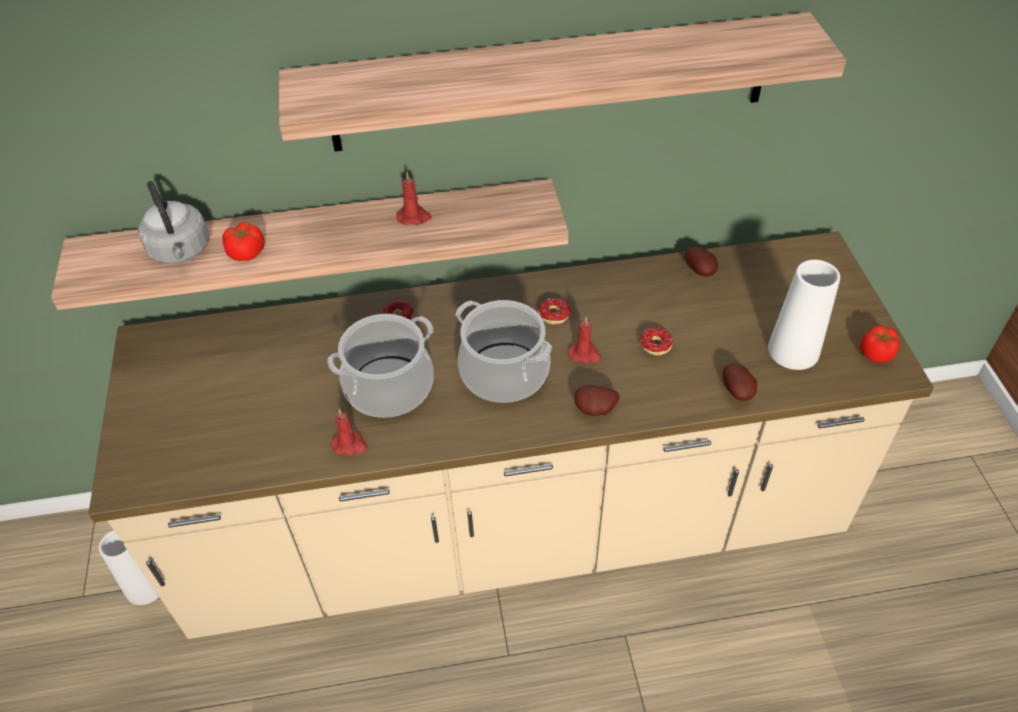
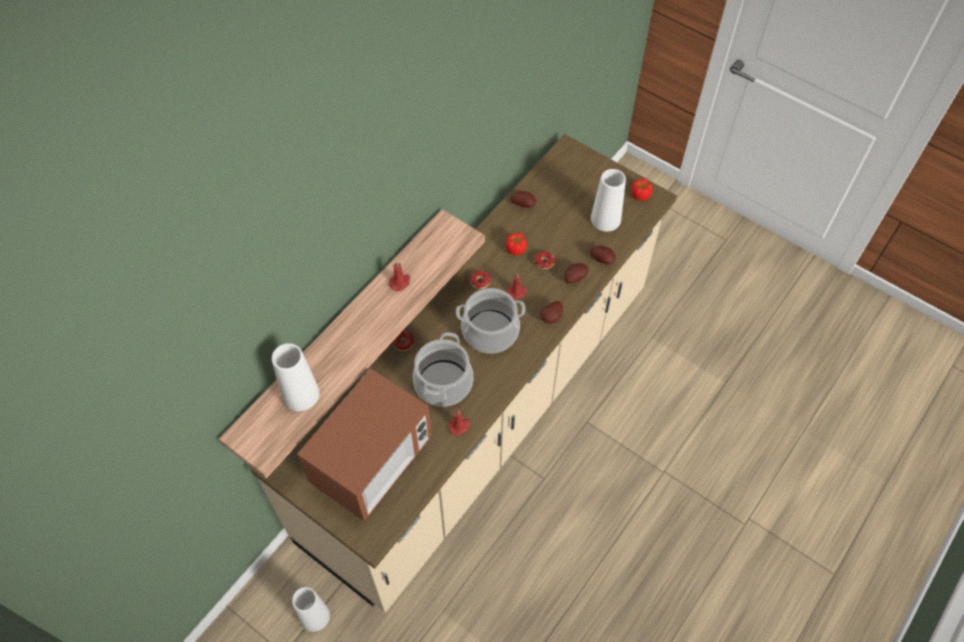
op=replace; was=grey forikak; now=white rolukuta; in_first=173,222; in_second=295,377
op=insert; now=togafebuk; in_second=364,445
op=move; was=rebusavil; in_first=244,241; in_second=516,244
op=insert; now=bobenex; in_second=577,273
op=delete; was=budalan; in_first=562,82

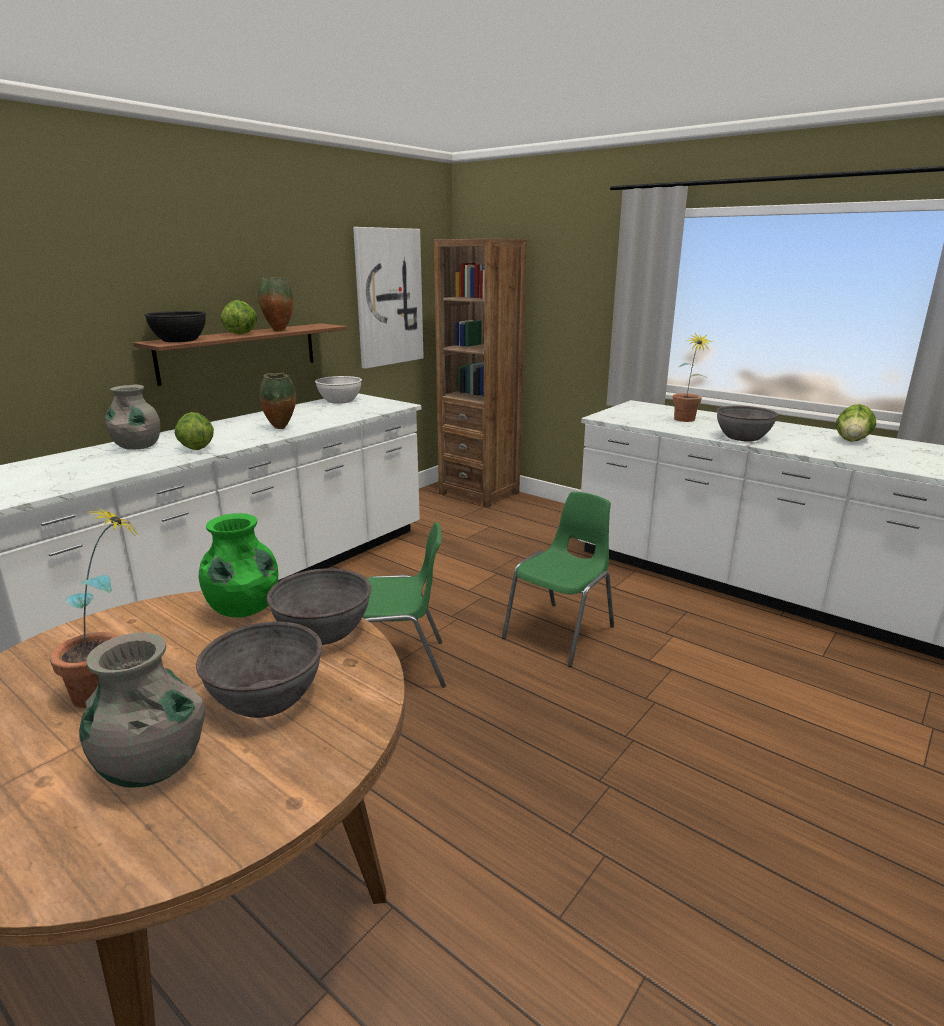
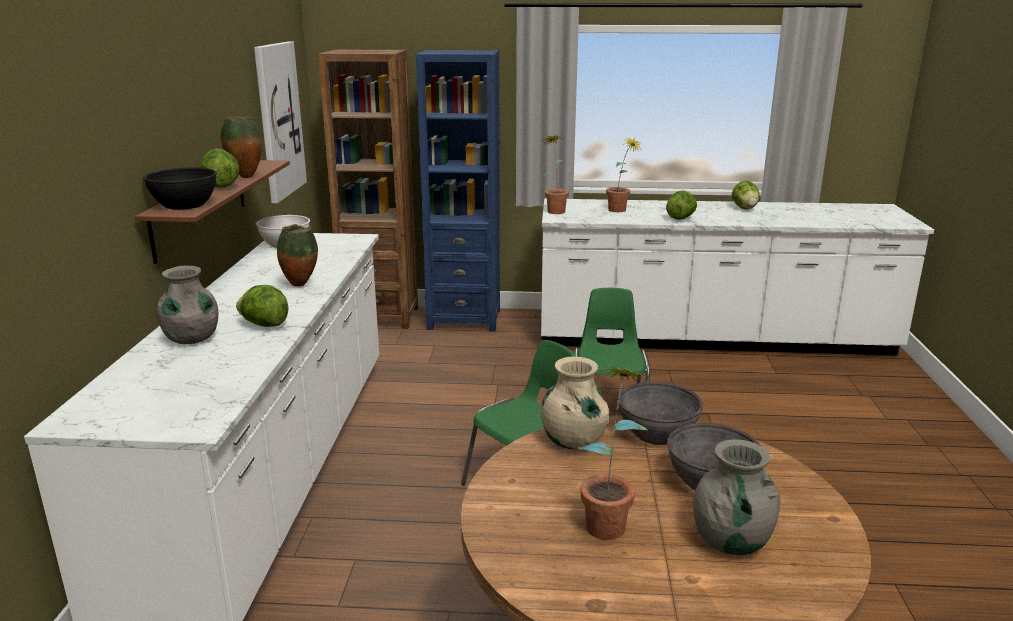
op=insert; now=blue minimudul; in_second=458,190
op=recolor; was=green rolukuta; now=beige rolukuta; in_first=238,565; in_second=575,403
op=insert; now=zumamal; in_second=555,174
op=replace; was=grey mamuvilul; now=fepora; in_first=747,423; in_second=681,205

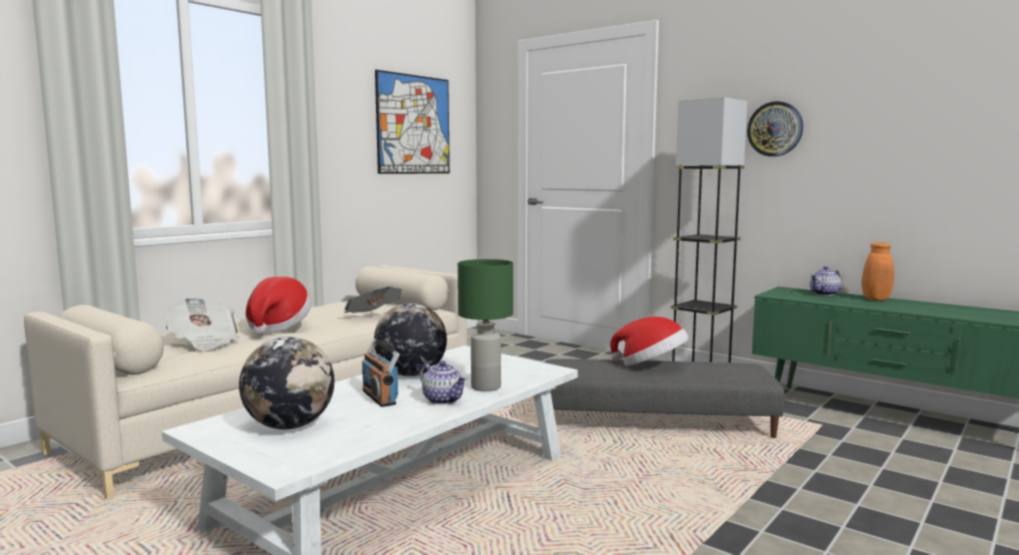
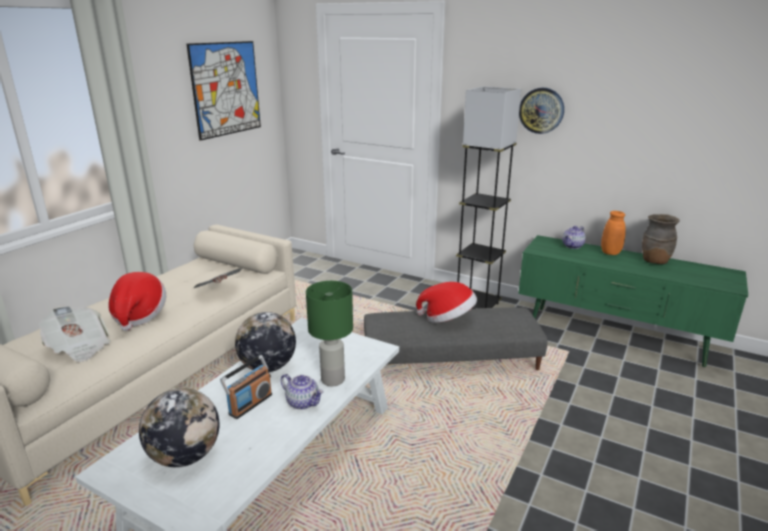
op=rotate; was=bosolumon; in_first=381,373; in_second=246,387; clockwise=-105
op=insert; now=brown rolukuta; in_second=660,239

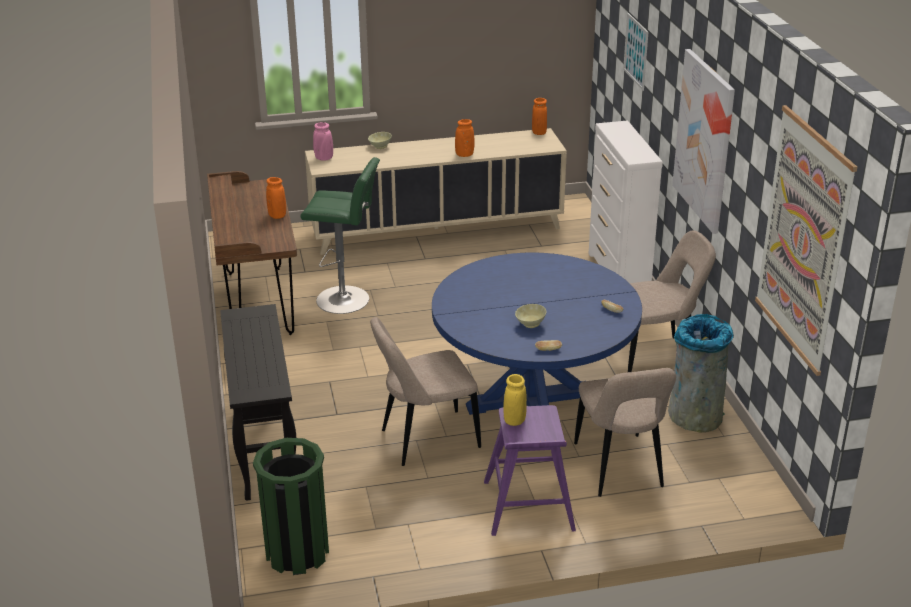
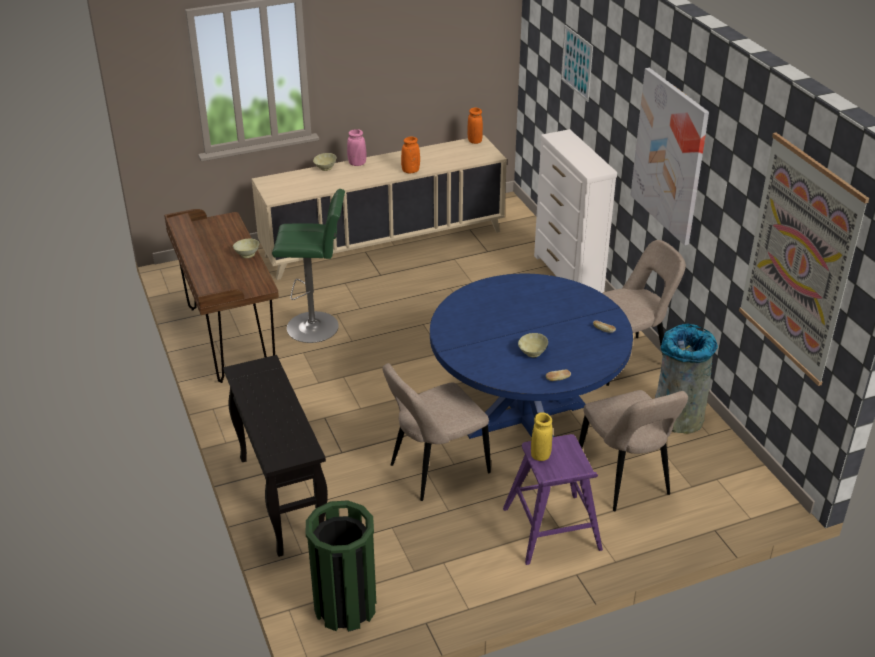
op=replace; was=orange rolukuta; now=beige mamuvilul; in_first=276,198; in_second=246,248
op=move; was=pink rolukuta; in_first=323,141; in_second=356,147

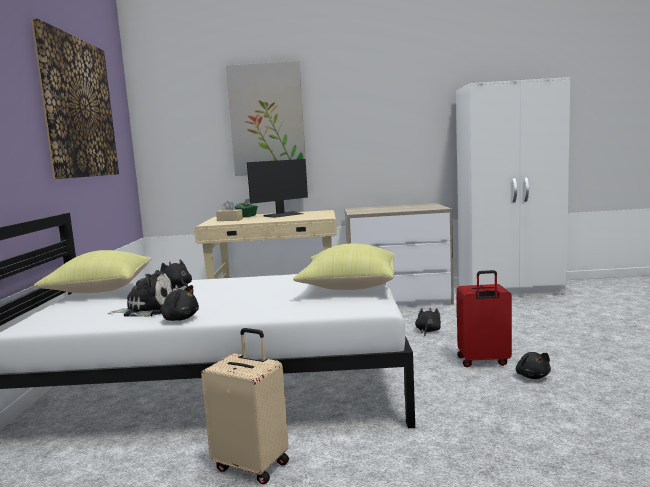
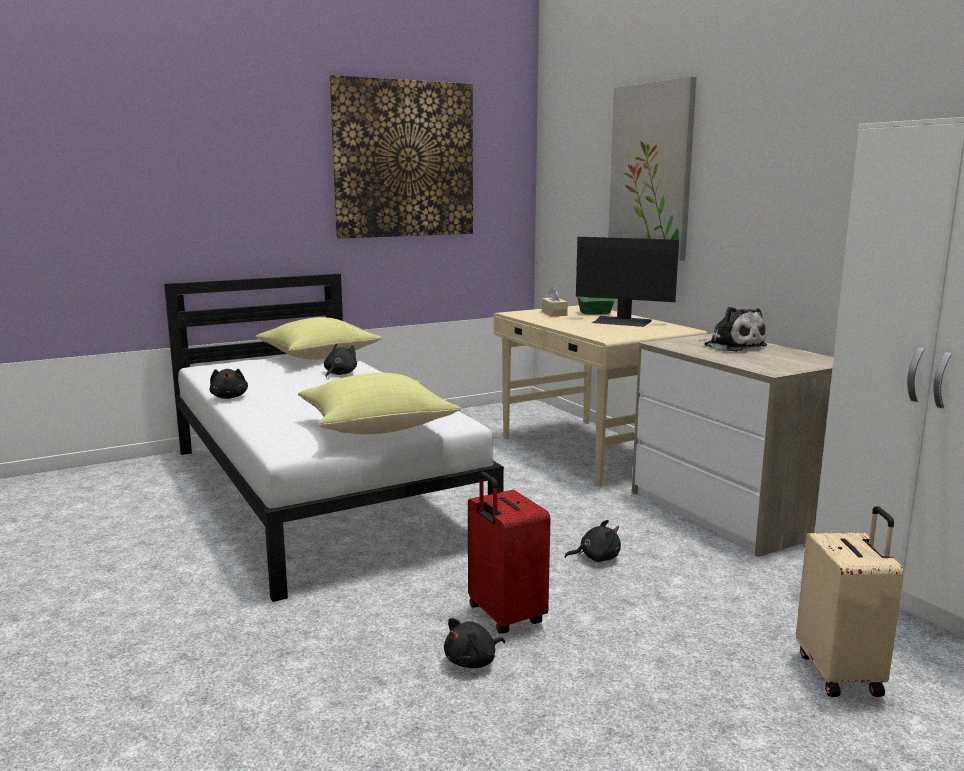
op=move; was=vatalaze; in_first=140,293; in_second=733,329
op=move; was=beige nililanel; in_first=245,406; in_second=850,601

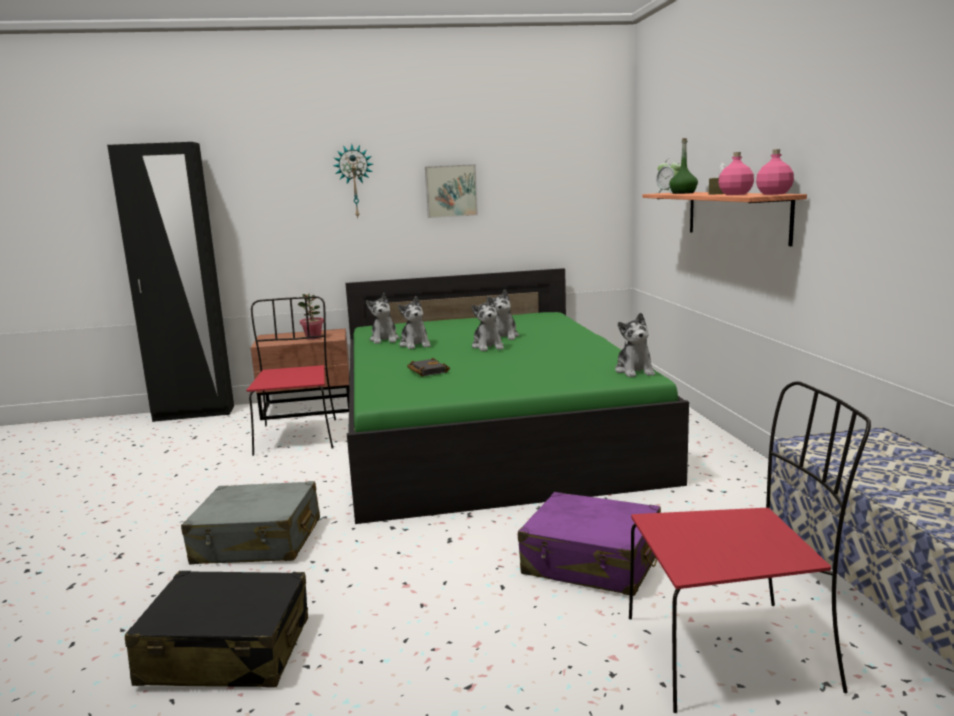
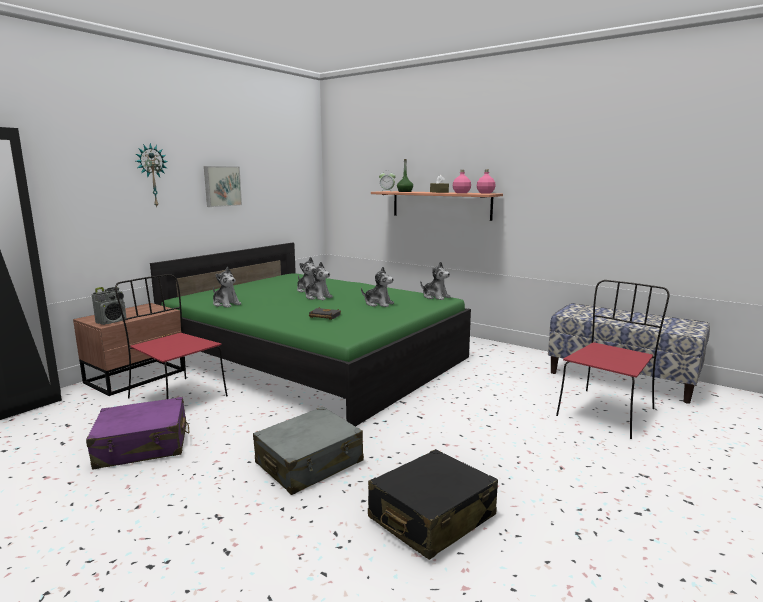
op=move; was=purple nililanel; in_first=589,544; in_second=137,433
op=insert; now=bosolumon; in_second=109,306
op=move; was=vatalaze; in_first=414,322; in_second=377,287
op=delete; was=zumamal; in_first=311,317

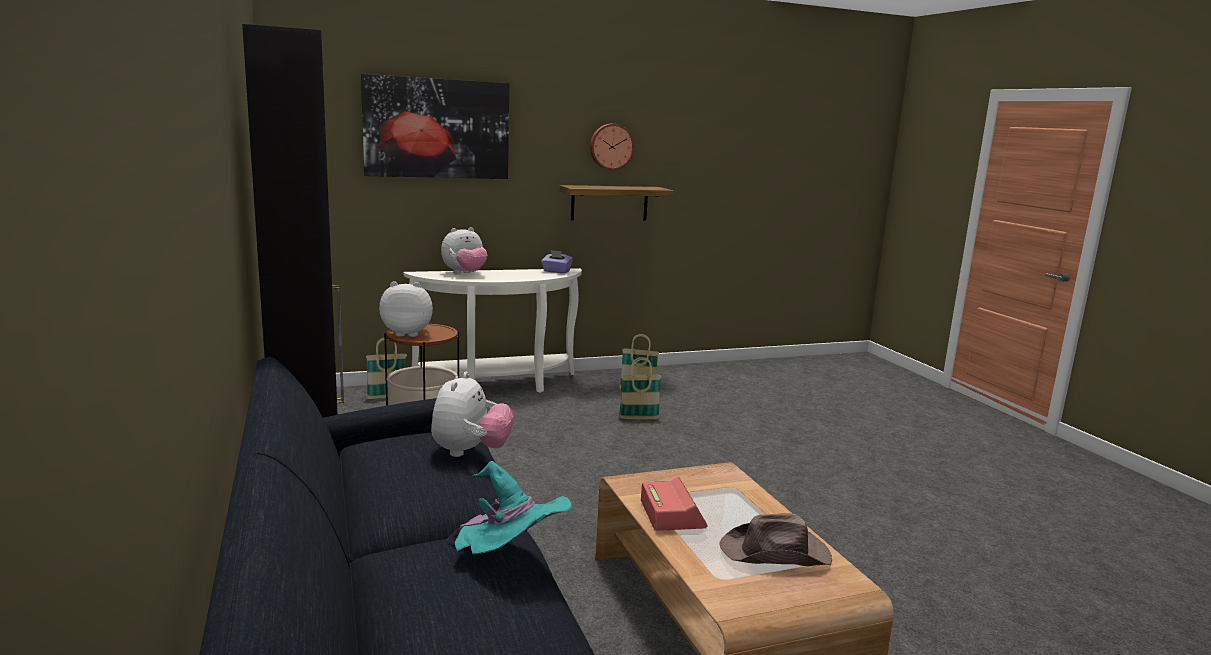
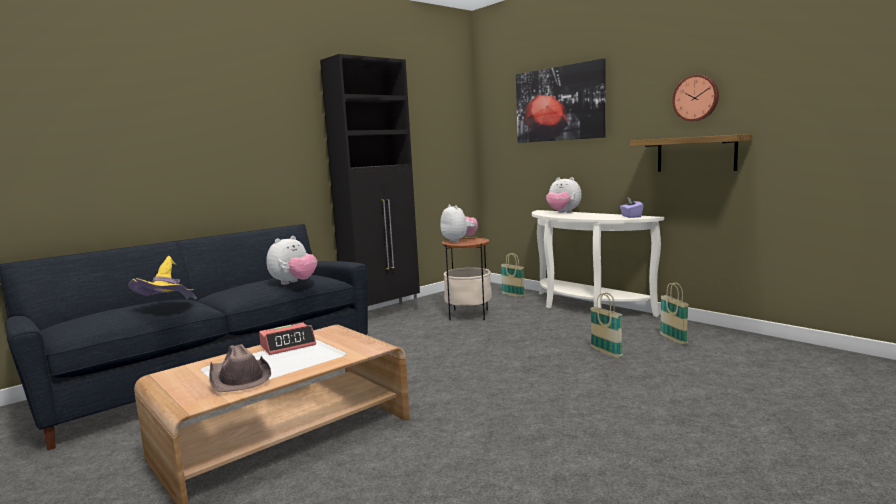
op=recolor; was=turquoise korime; now=yellow korime; in_first=509,508; in_second=162,278
op=rotate; was=vatalaze; in_first=472,414; in_second=291,260; clockwise=-45

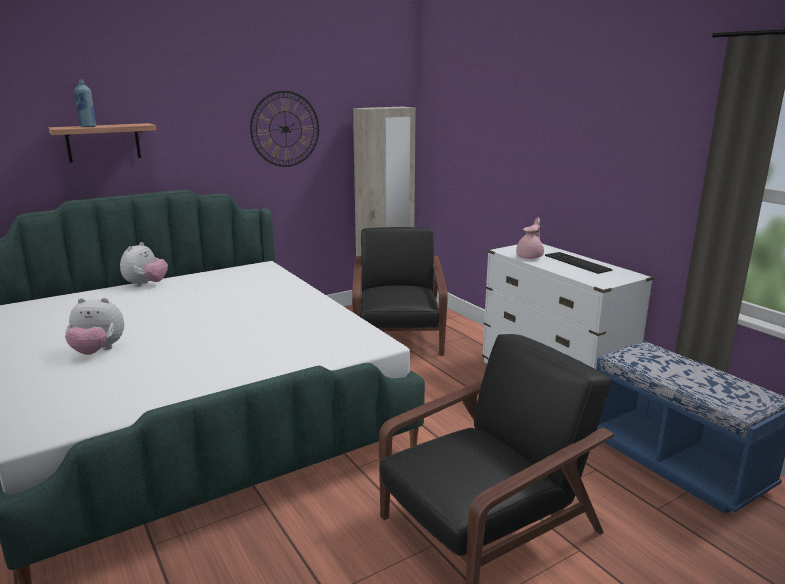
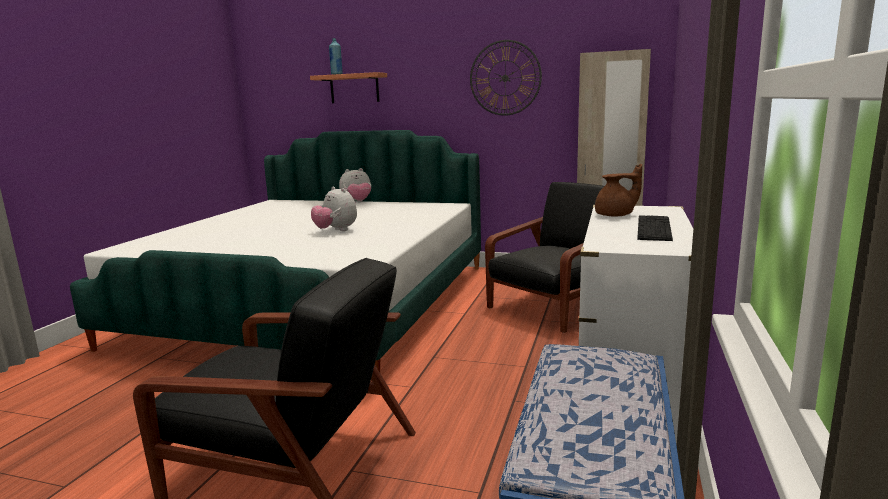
op=move; was=vatalaze; in_first=94,326; in_second=334,208
op=recolor; was=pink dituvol; now=brown dituvol; in_first=530,238; in_second=618,190

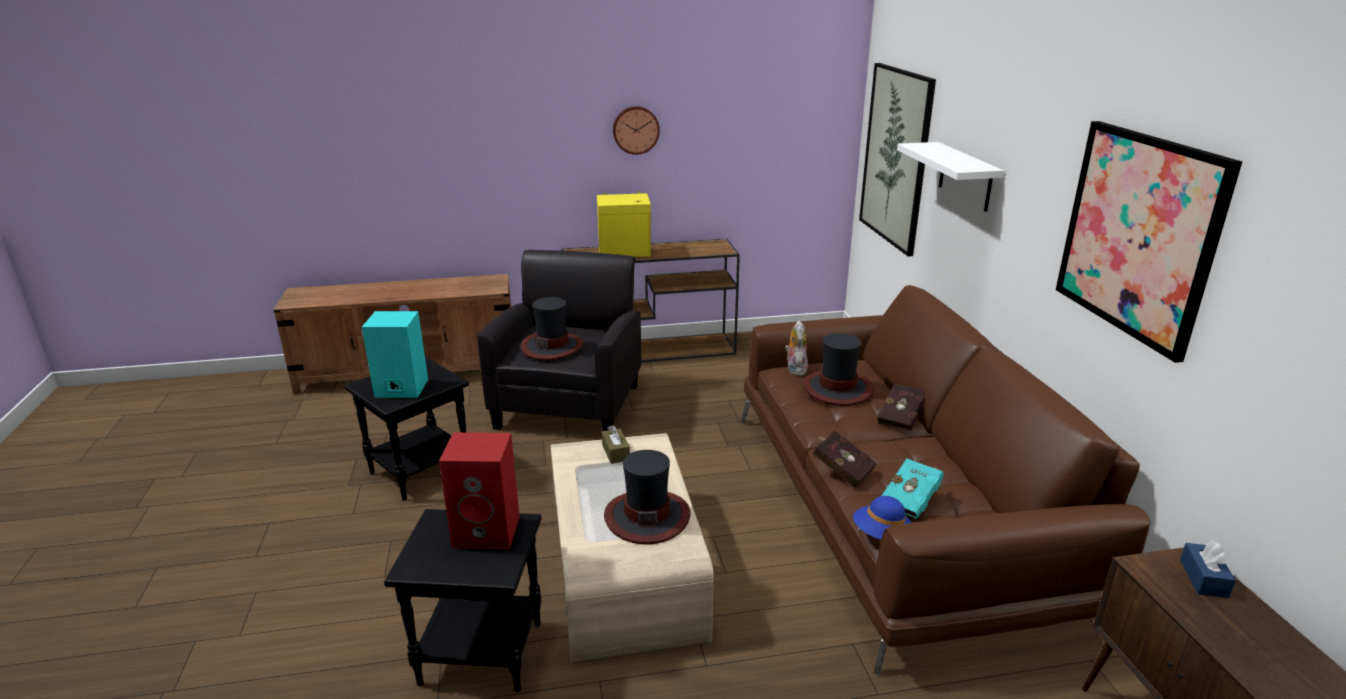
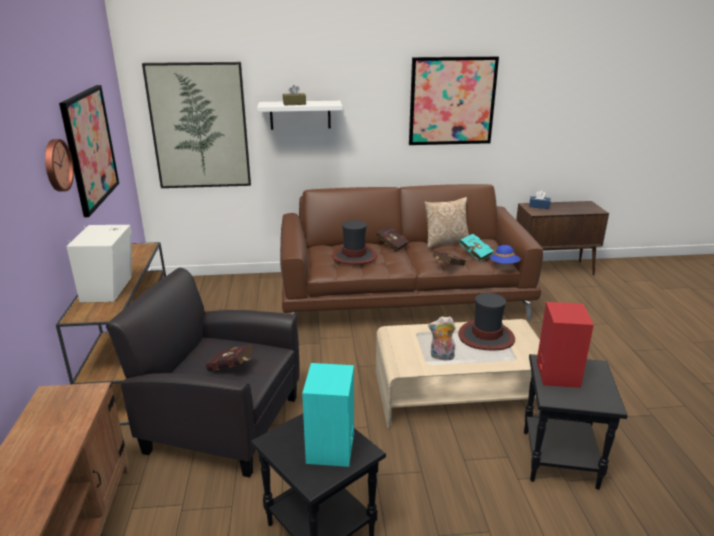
op=insert; now=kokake; in_second=89,151
op=recolor; was=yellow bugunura; now=white bugunura; in_first=624,224; in_second=99,263
op=replace; was=korime; now=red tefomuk; in_first=552,329; in_second=230,357
op=move; was=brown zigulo; in_first=616,444; in_second=294,95
op=insert; now=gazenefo; in_second=446,222
op=move; was=vatalaze; in_first=796,348; in_second=442,338

